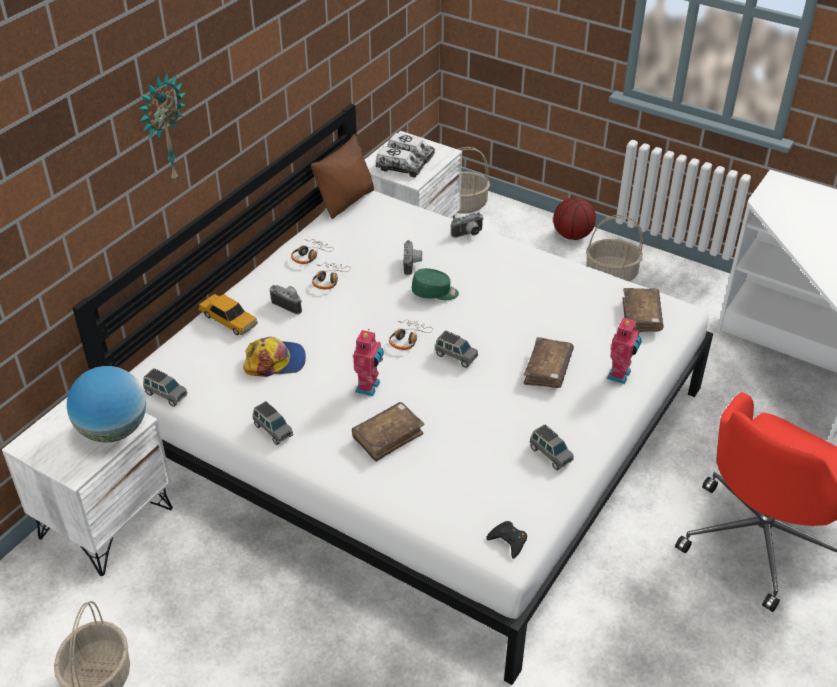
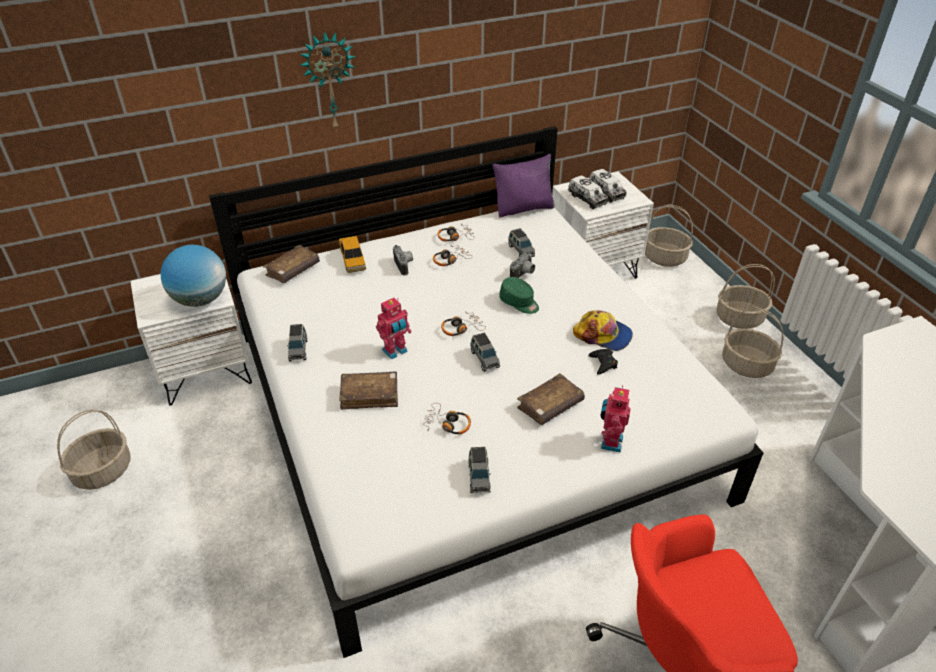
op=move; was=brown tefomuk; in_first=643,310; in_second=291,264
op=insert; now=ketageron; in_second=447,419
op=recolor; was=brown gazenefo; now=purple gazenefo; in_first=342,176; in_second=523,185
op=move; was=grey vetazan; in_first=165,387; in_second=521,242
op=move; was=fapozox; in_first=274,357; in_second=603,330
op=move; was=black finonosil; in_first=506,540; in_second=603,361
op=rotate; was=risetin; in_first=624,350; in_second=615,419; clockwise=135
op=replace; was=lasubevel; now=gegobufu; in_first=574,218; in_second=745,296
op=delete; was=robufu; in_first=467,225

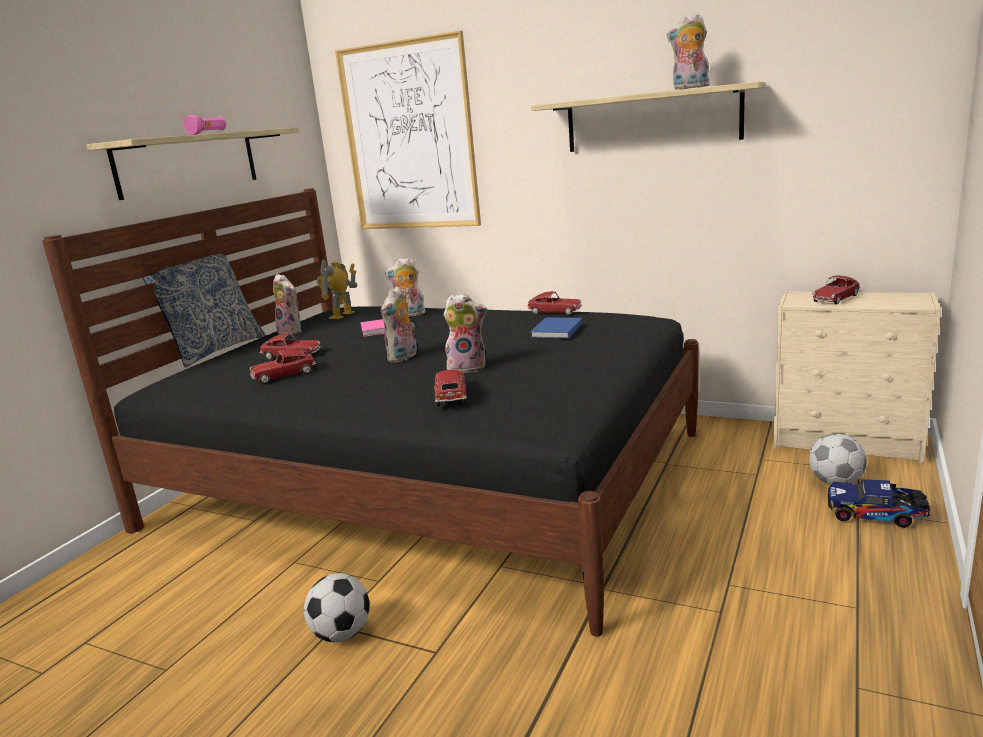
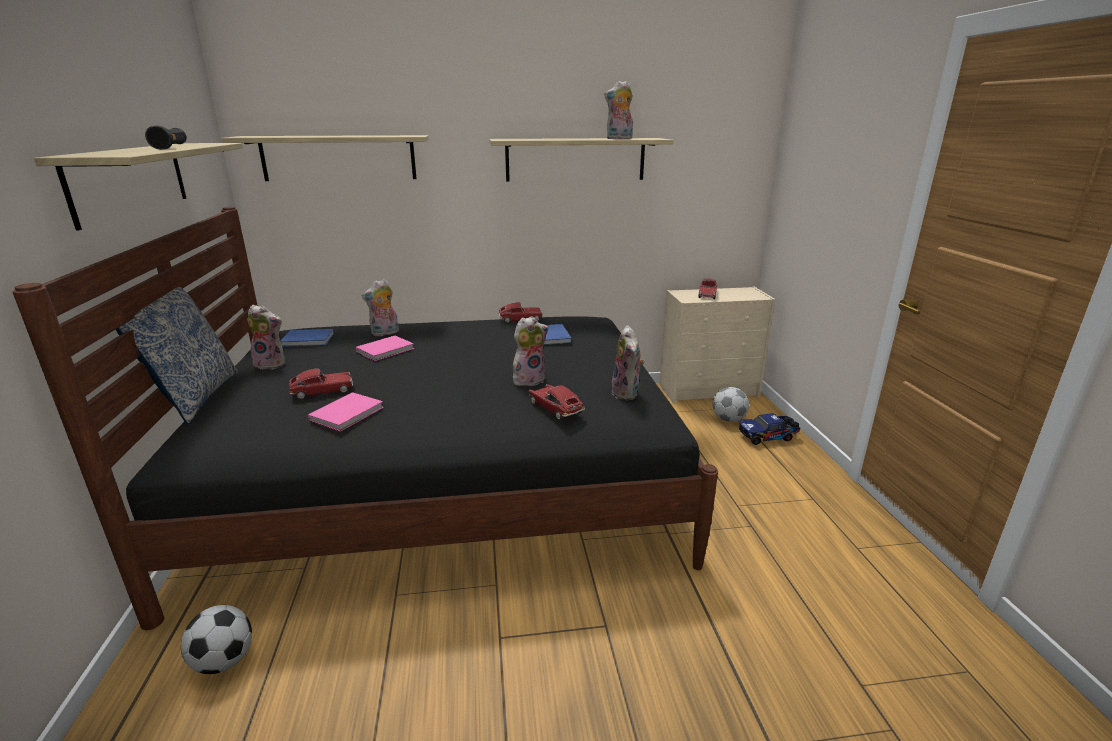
op=recolor; was=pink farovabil; now=black farovabil; in_first=205,125; in_second=166,137
op=move; was=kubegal; in_first=337,607; in_second=216,639
op=replace; was=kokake; now=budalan; in_first=408,130; in_second=325,158
op=replace; was=risetin; now=blue tefomuk; in_first=336,289; in_second=307,338
op=replace; was=vetazan; now=pink tefomuk; in_first=283,366; in_second=346,412
op=move; was=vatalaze; in_first=399,324; in_second=628,362

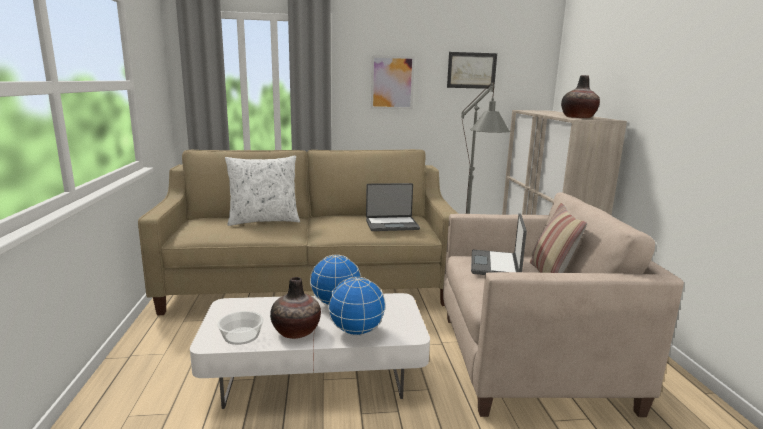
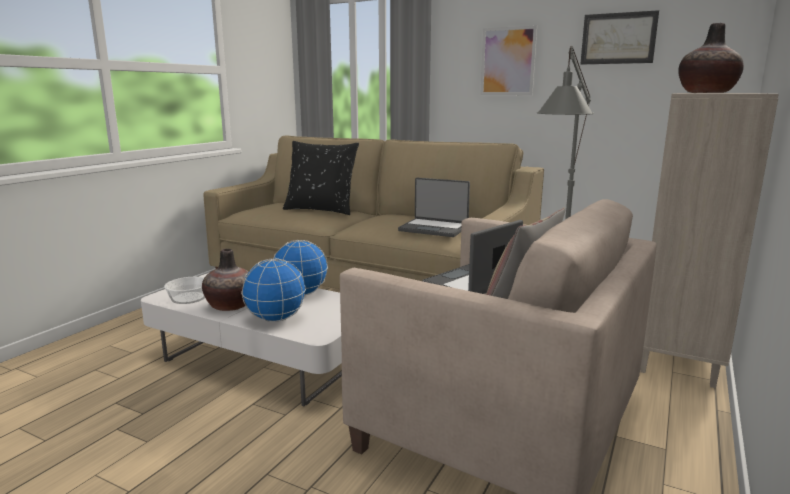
op=recolor; was=white gazenefo; now=black gazenefo; in_first=262,190; in_second=321,178

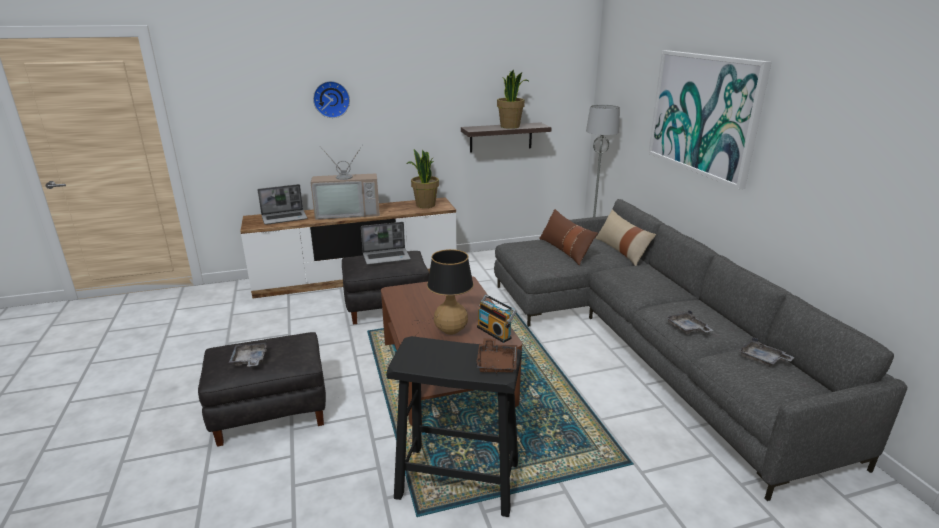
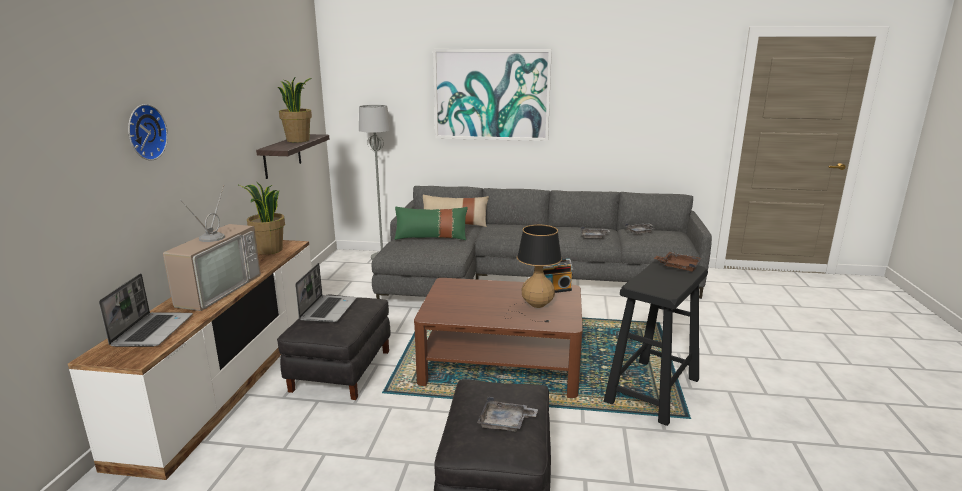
op=recolor; was=brown gazenefo; now=green gazenefo; in_first=568,237; in_second=431,223

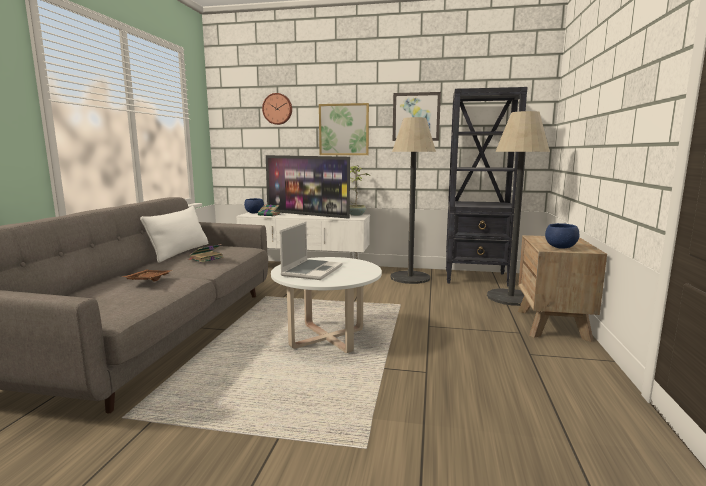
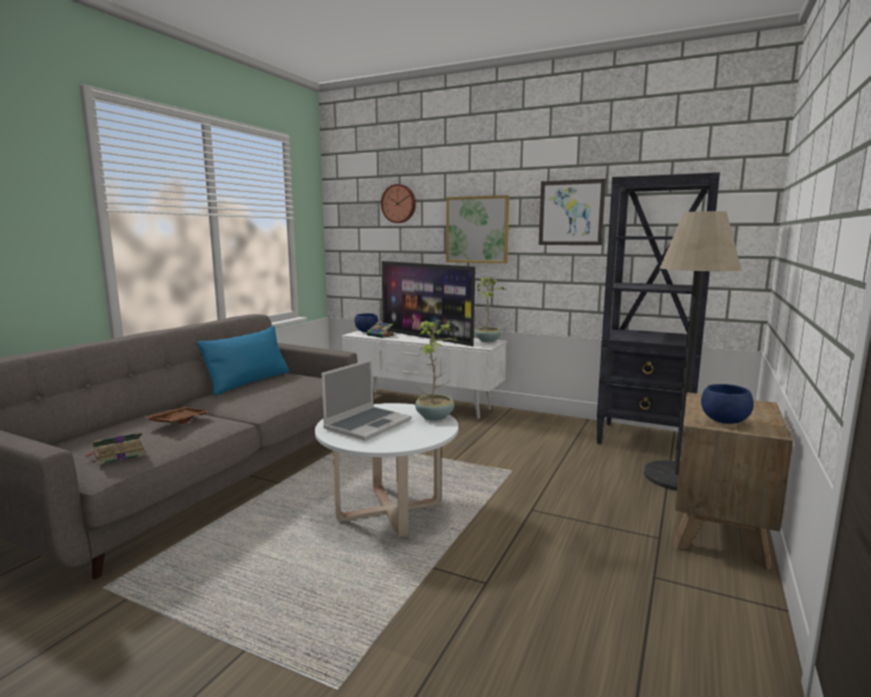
op=move; was=tefomuk; in_first=205,253; in_second=115,448
op=recolor; was=white gazenefo; now=blue gazenefo; in_first=174,234; in_second=243,361
op=insert; now=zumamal; in_second=436,370
op=delete; was=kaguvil; in_first=413,200

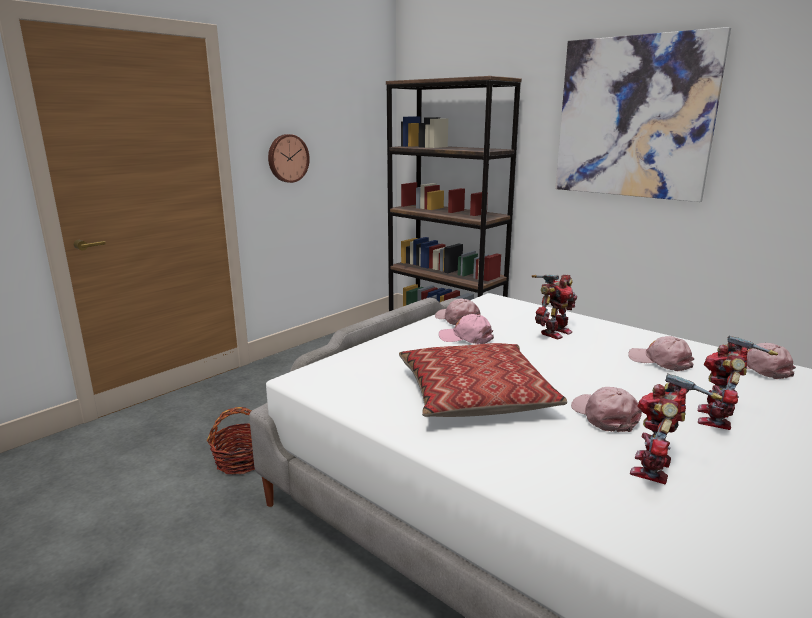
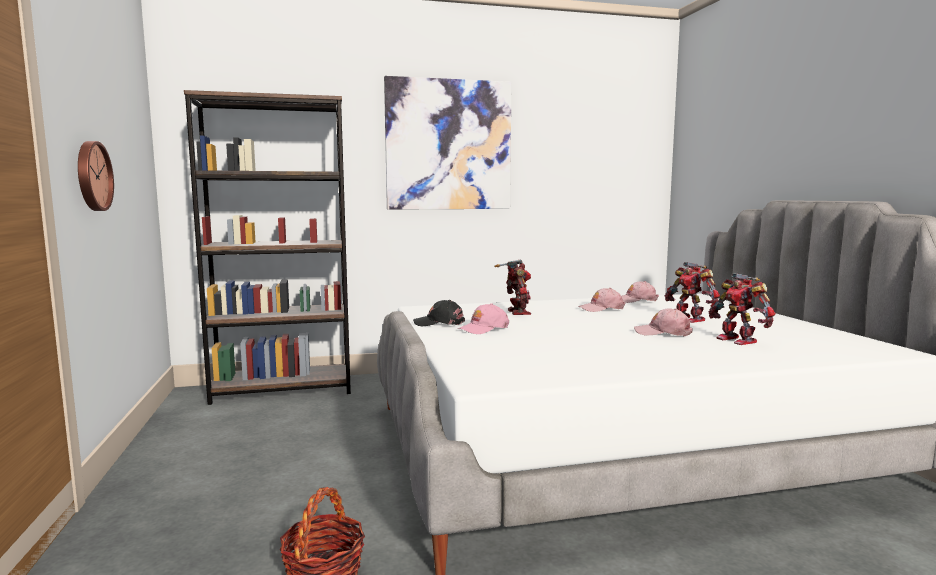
op=recolor; was=pink fapozox; now=black fapozox; in_first=458,312; in_second=439,313
op=delete; was=gazenefo; in_first=483,380

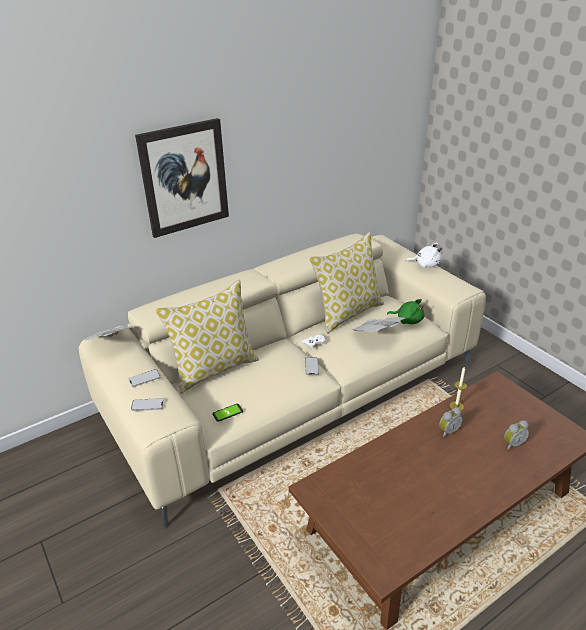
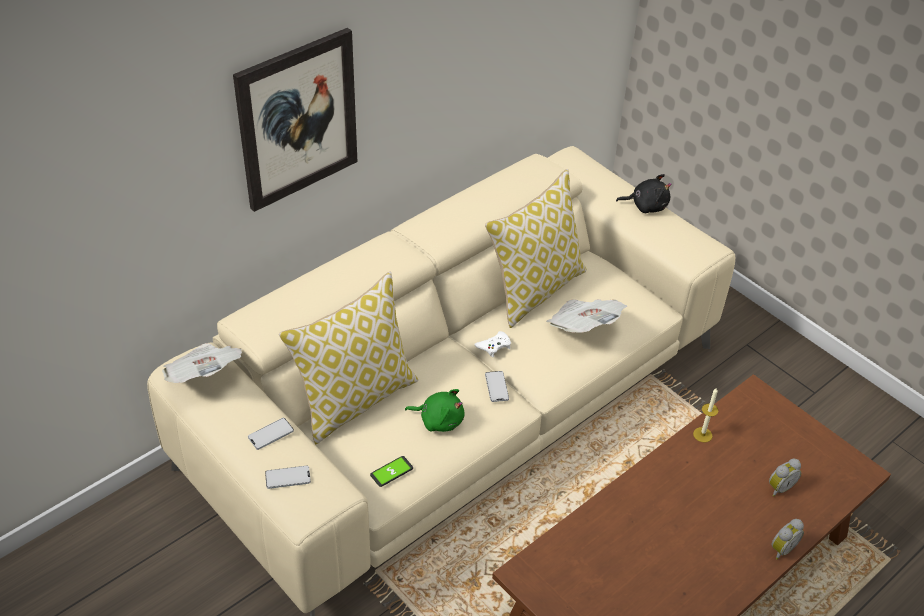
op=move; was=green vatalaze; in_first=405,311; in_second=435,410
op=recolor; was=white vatalaze; now=black vatalaze; in_first=424,255; in_second=644,193
op=move; was=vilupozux; in_first=451,422; in_second=788,539

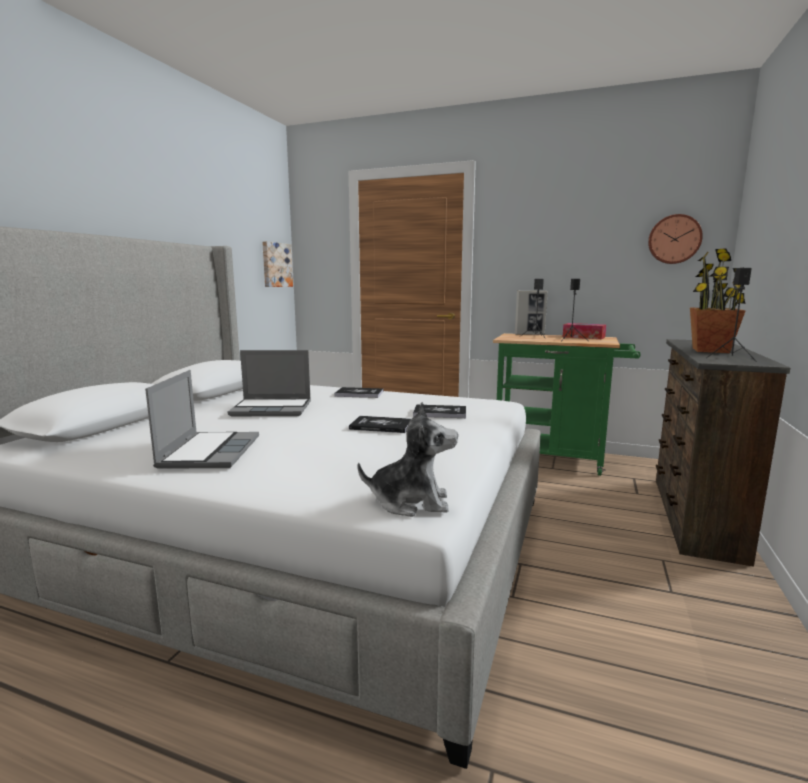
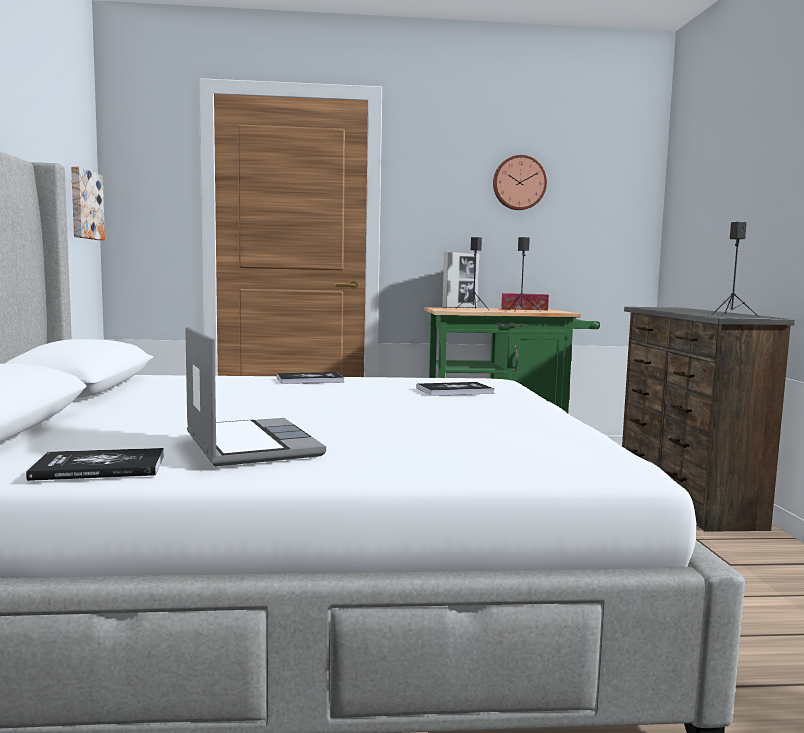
op=move; was=tefomuk; in_first=380,424; in_second=95,464
op=move; was=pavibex; in_first=675,239; in_second=520,182
op=delete; was=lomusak; in_first=269,383
op=delete; was=vatalaze; in_first=408,459
op=delete; was=zumamal; in_first=718,300

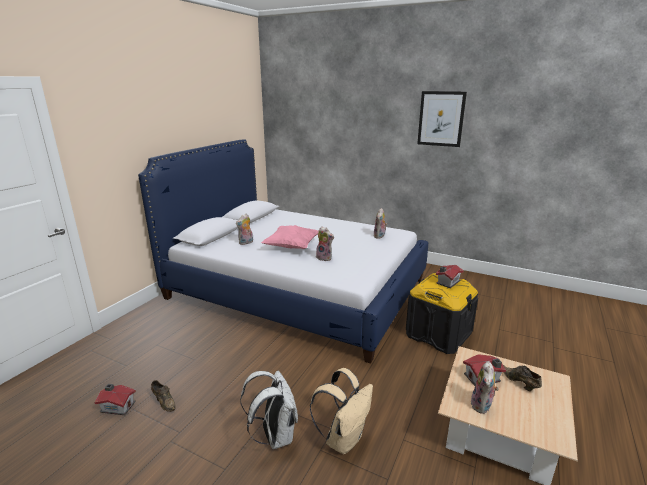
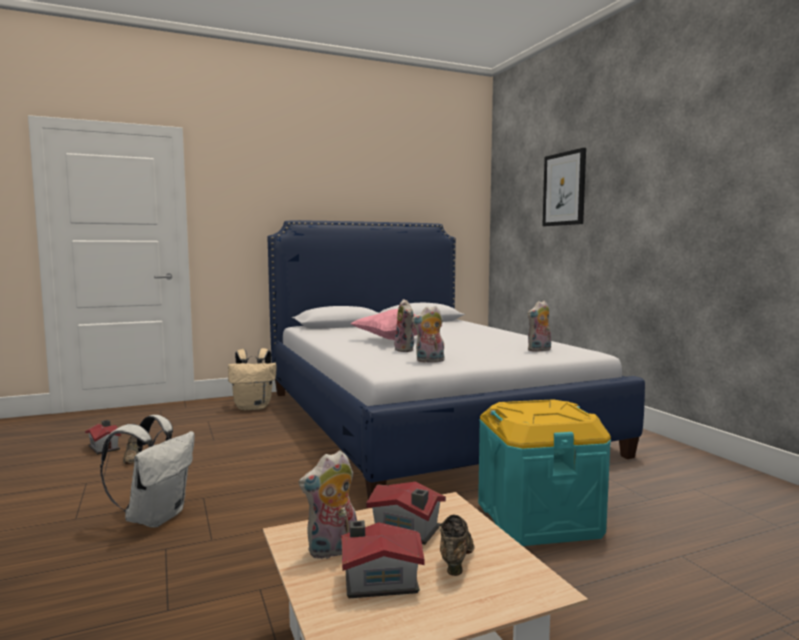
op=move; was=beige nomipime; in_first=341,411; in_second=252,379
op=move; was=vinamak; in_first=450,276; in_second=383,559
op=move; was=vatalaze; in_first=244,229; in_second=428,334
op=recolor; was=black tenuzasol; now=turquoise tenuzasol; in_first=442,313; in_second=544,472
op=move; was=kokake; in_first=442,119; in_second=564,187

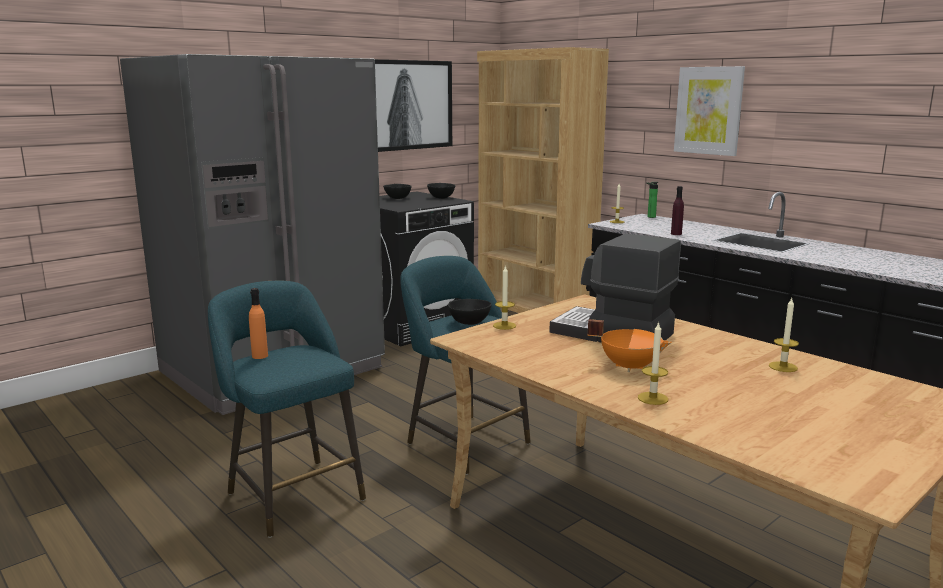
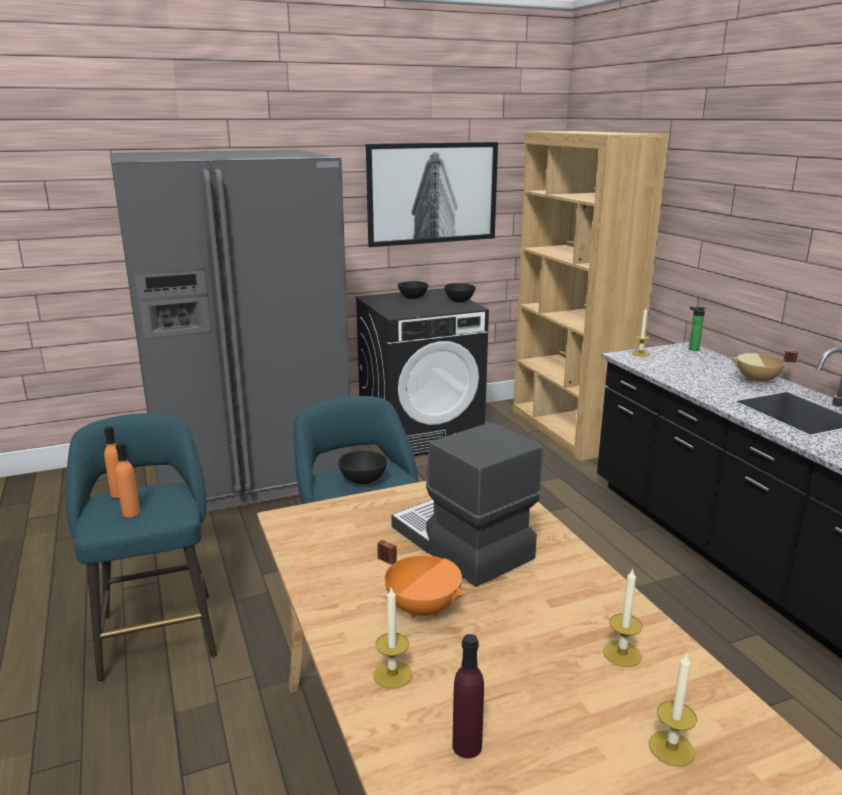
op=insert; now=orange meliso; in_second=127,479
op=move; was=purple meliso; in_first=677,210; in_second=468,696
op=move; was=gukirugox; in_first=504,297; in_second=673,710
op=insert; now=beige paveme; in_second=764,368
op=delete; was=kokake; in_first=709,111

